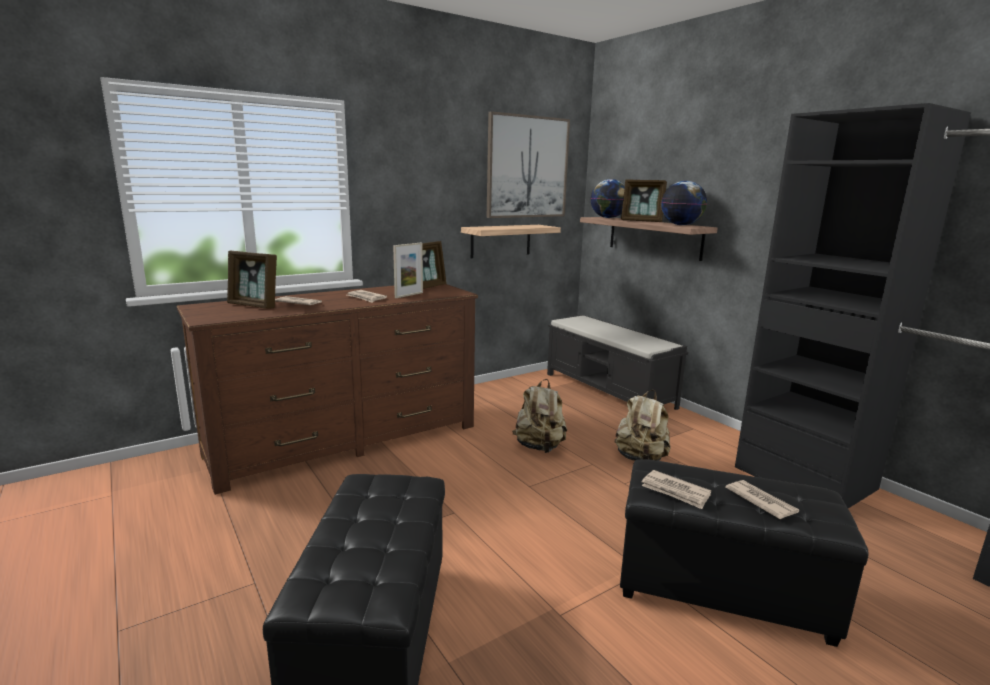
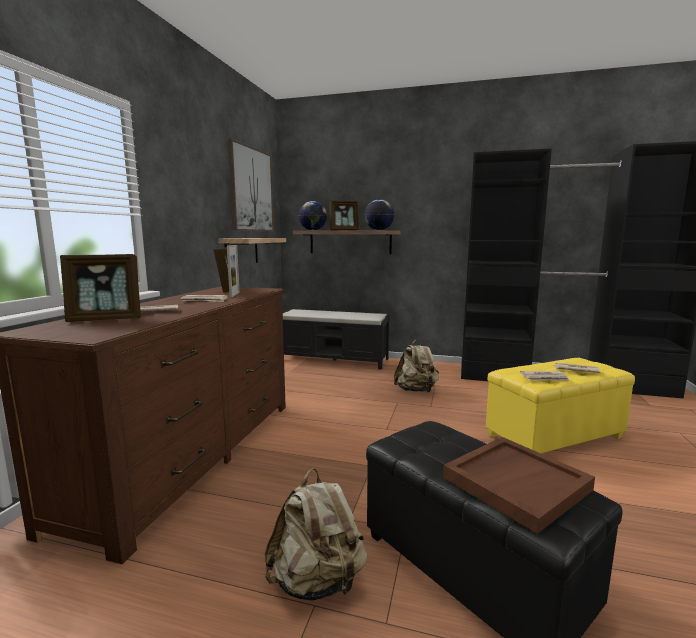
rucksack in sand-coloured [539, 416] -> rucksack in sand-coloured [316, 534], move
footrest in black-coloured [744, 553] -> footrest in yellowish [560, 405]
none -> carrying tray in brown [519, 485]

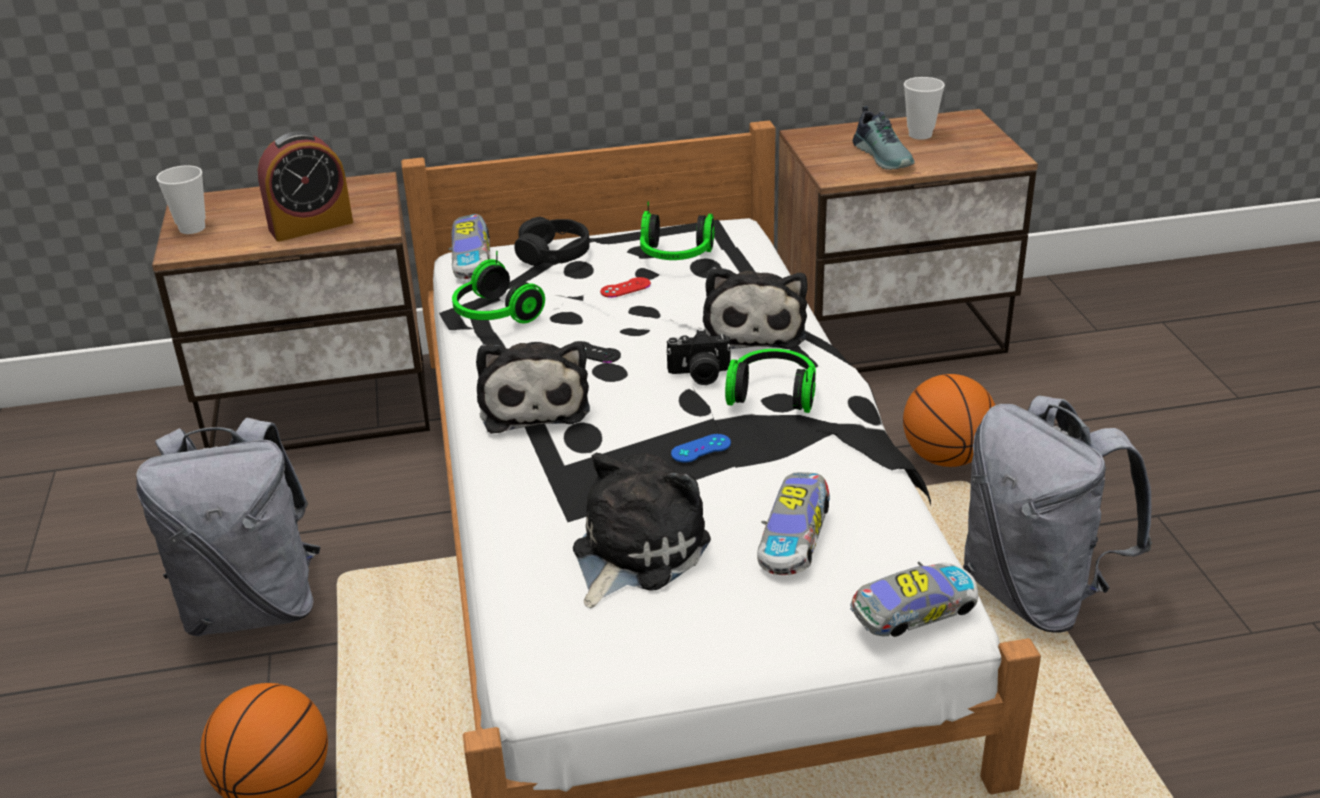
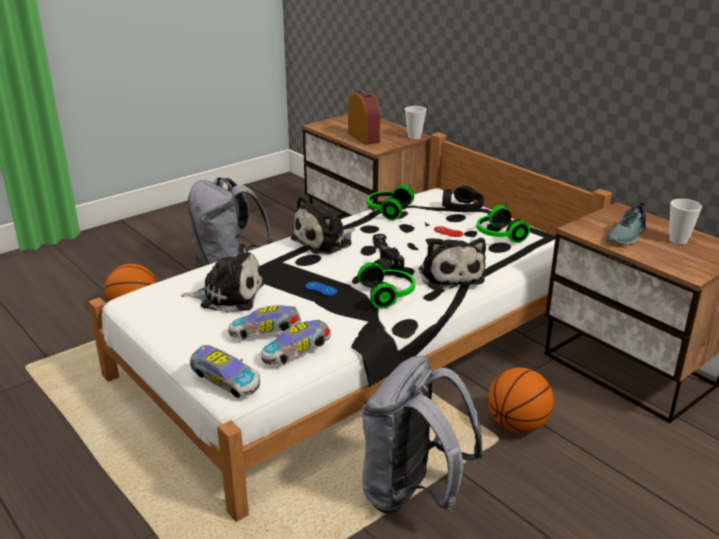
drinking cup [181, 199] -> drinking cup [415, 122], move
bedside clock [305, 186] -> bedside clock [364, 117], 150 degrees counterclockwise
toy car [469, 246] -> toy car [296, 342], move
soft toy [755, 308] -> soft toy [452, 264], 75 degrees counterclockwise

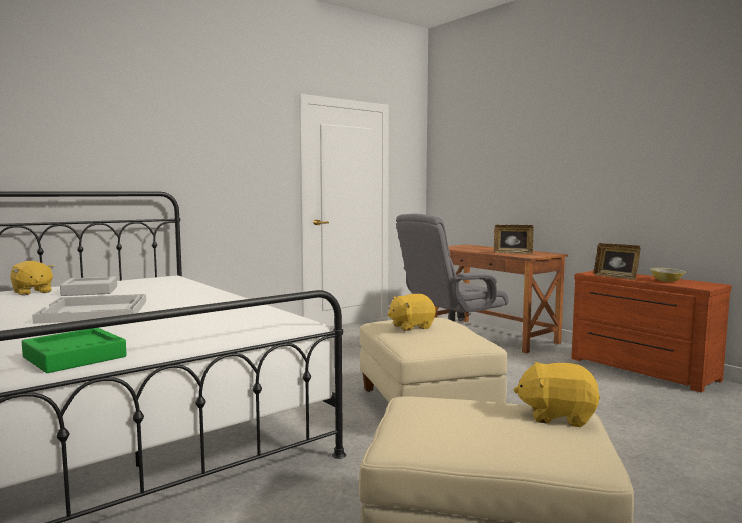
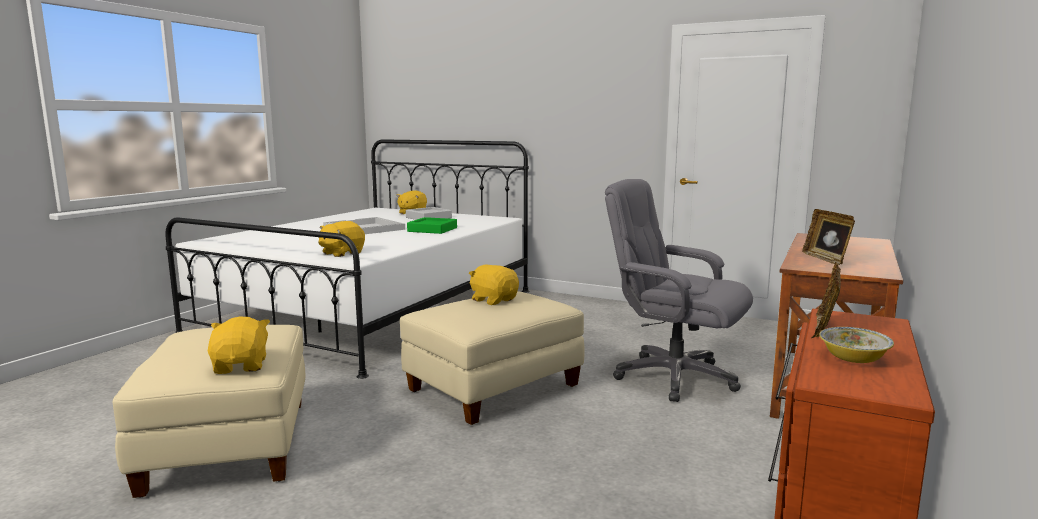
carrying tray in green-coloured [74, 350] -> carrying tray in green-coloured [432, 225], move
none -> soft toy in yellowish [341, 239]

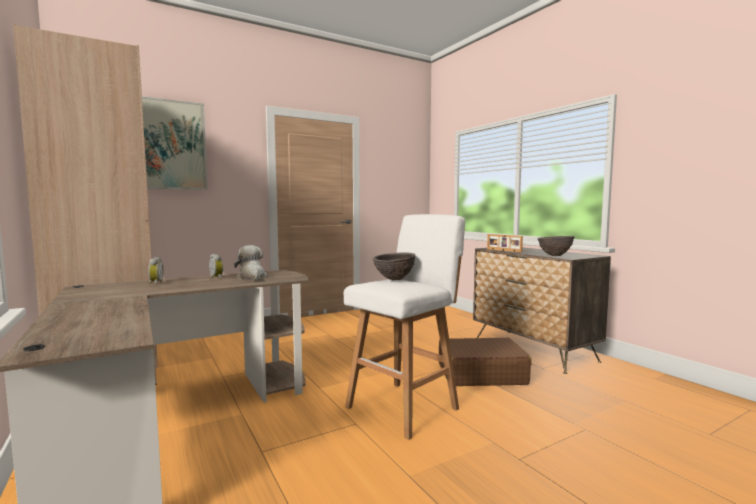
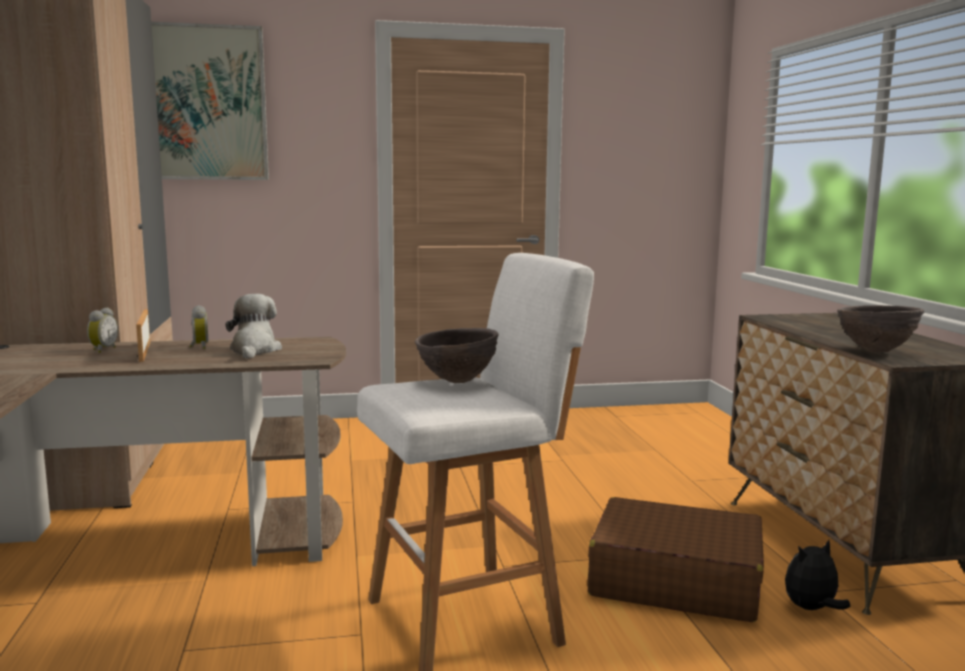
photo frame [505, 243] -> photo frame [143, 336], move
none -> soft toy [818, 575]

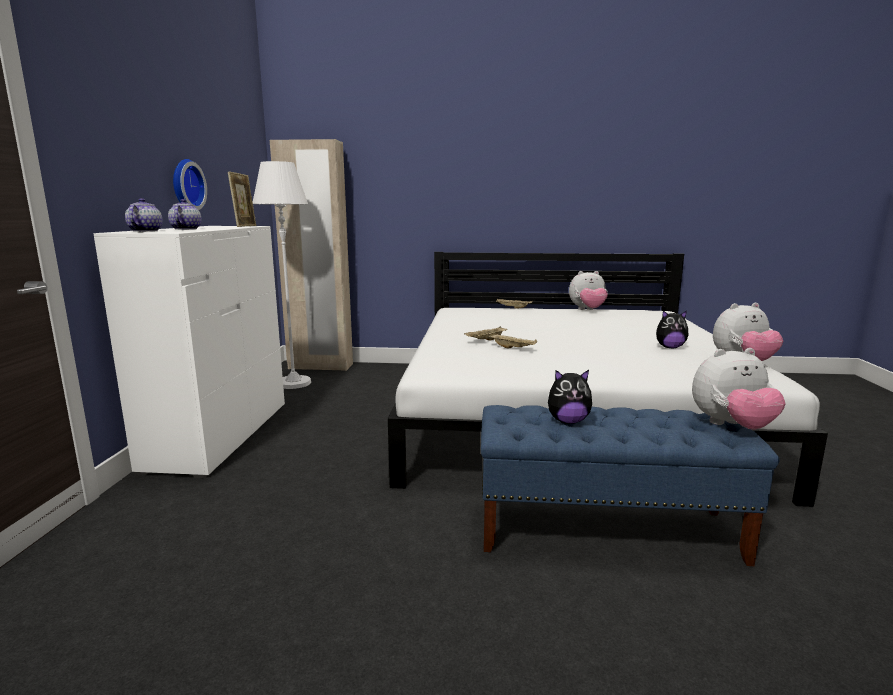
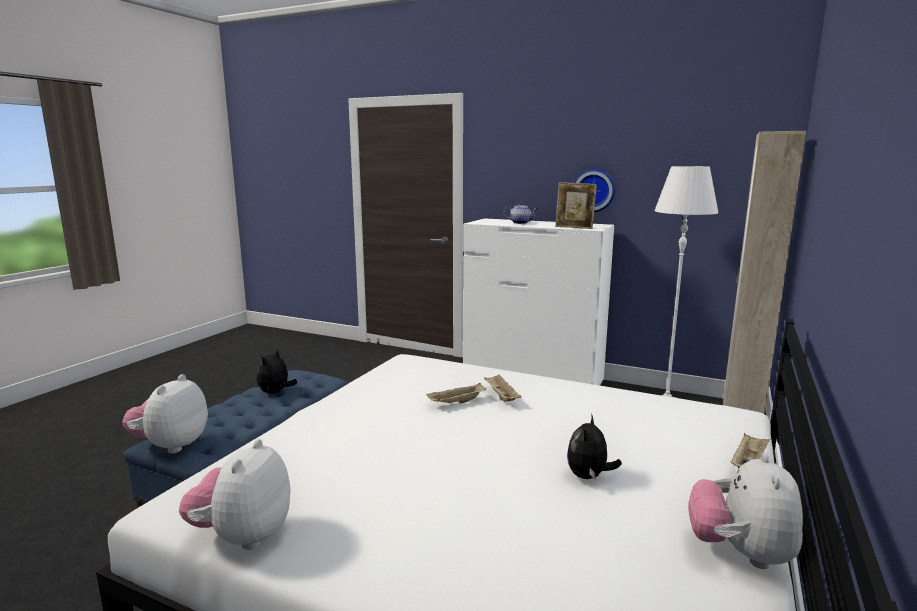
pot for tea [143, 215] -> none
soft toy [672, 329] -> soft toy [594, 448], move

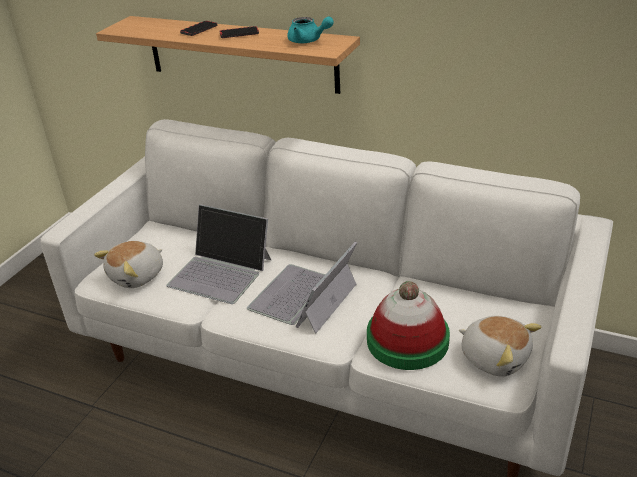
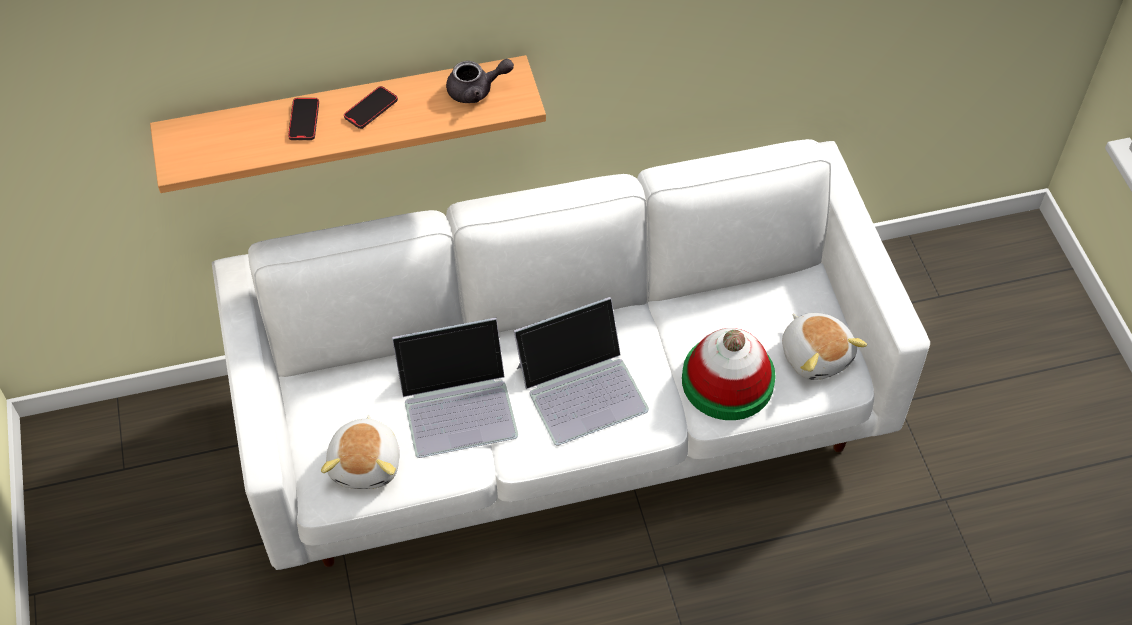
portable computer [302, 288] -> portable computer [581, 371], 105 degrees counterclockwise
pot for tea in turquoise [310, 30] -> pot for tea in grey [480, 81]
soft toy [500, 346] -> soft toy [824, 346], 60 degrees clockwise

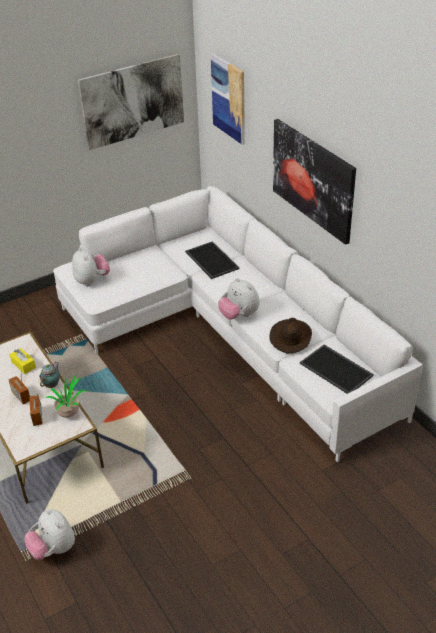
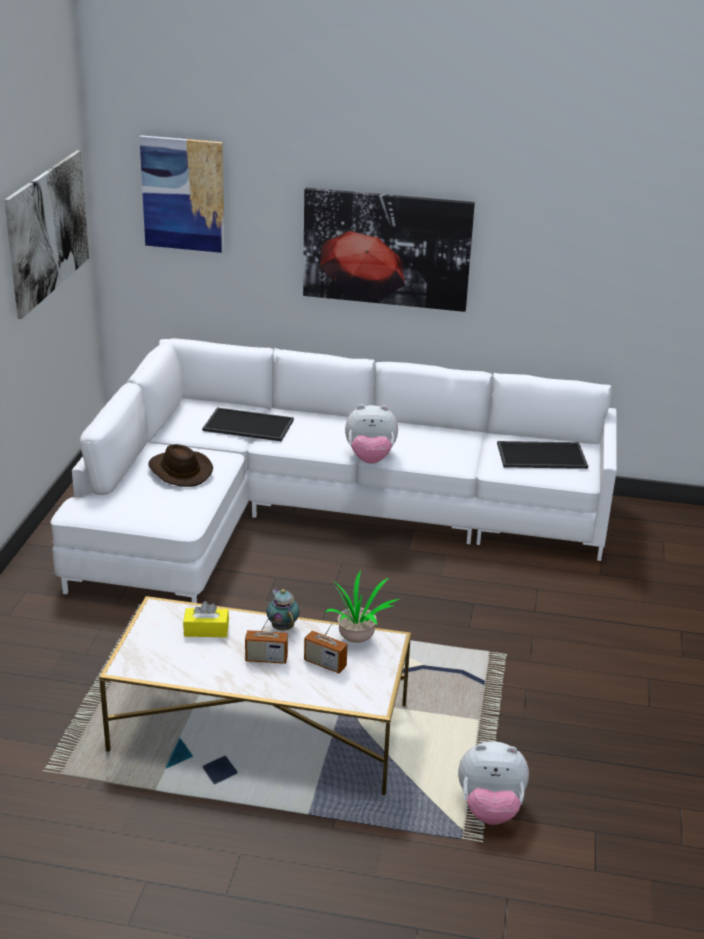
soft toy [91, 267] -> none
clothing hat in brown [290, 335] -> clothing hat in brown [180, 465], move

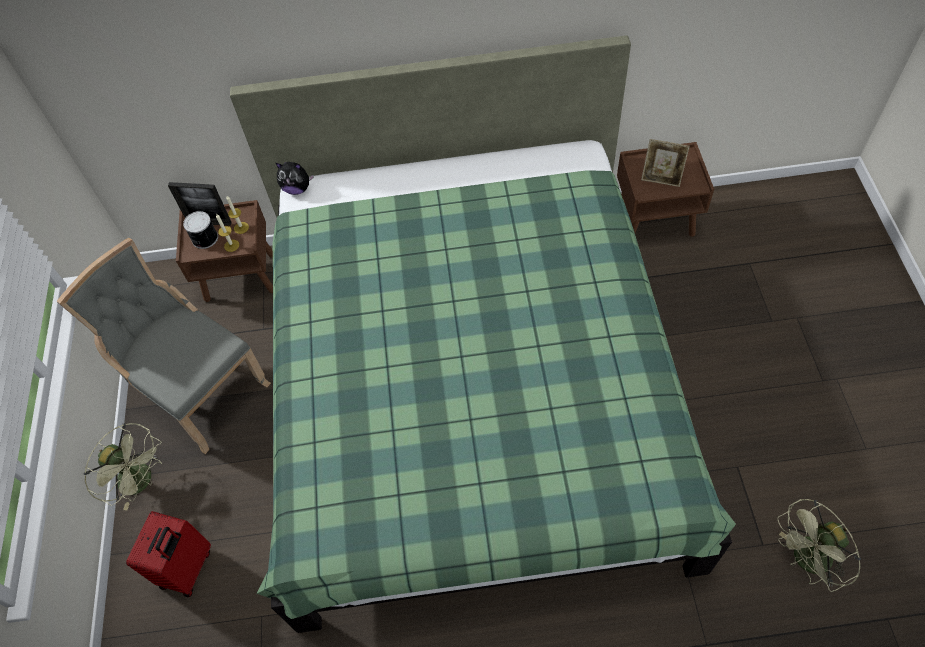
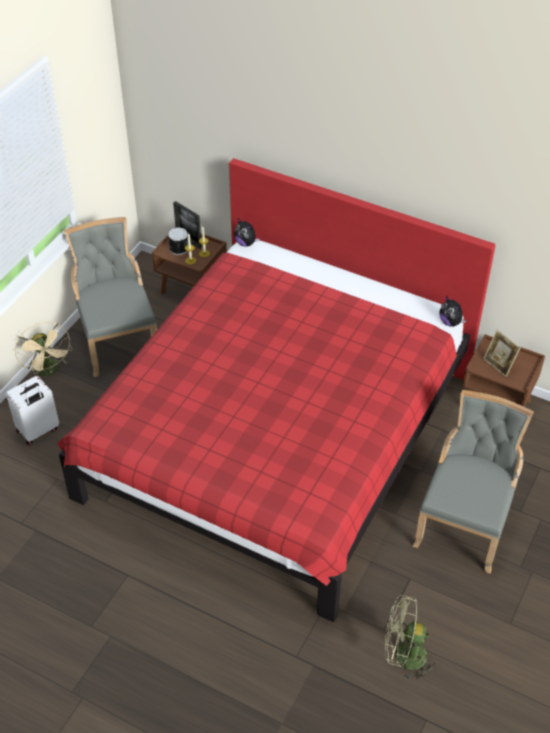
electric fan in green-coloured [123, 466] -> electric fan in sand-coloured [43, 350]
travel case in reddish [168, 554] -> travel case in white-coloured [32, 410]
bed in green-coloured [483, 334] -> bed in reddish [276, 390]
none -> upright chair in grey [473, 482]
none -> soft toy [452, 311]

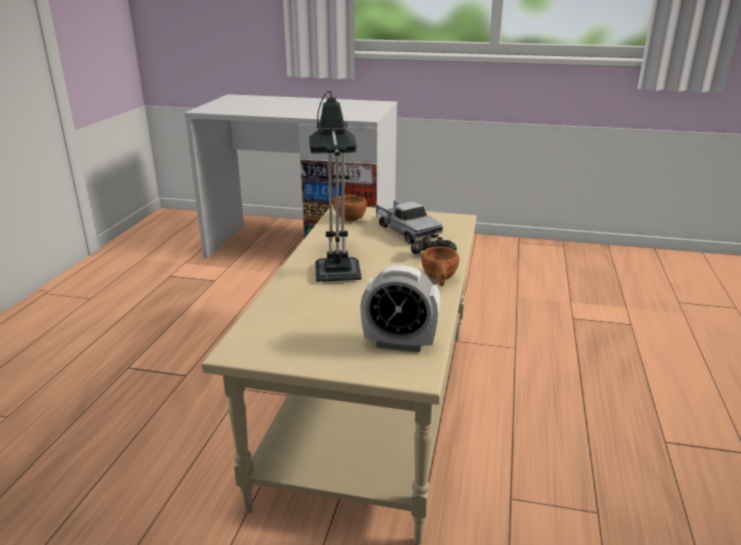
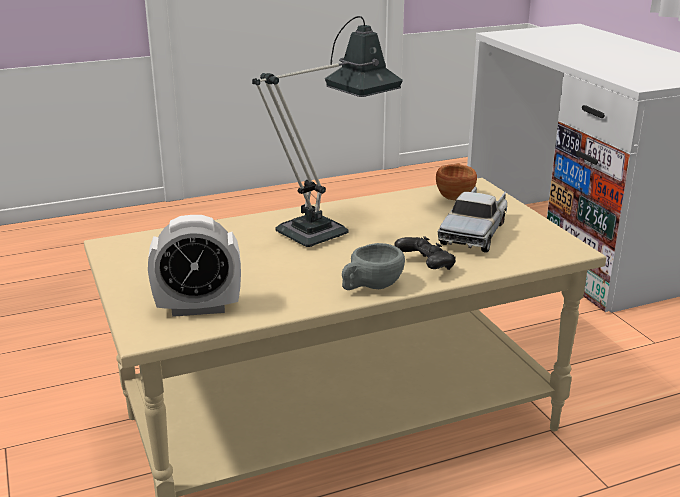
bedside clock [400, 308] -> bedside clock [194, 266], 75 degrees counterclockwise
drinking cup in brown [440, 266] -> drinking cup in grey [373, 266]

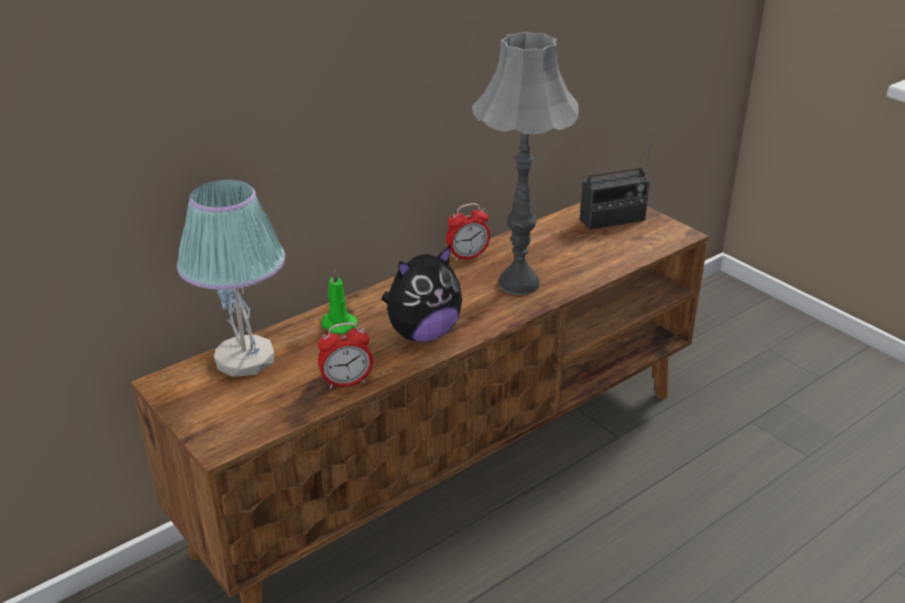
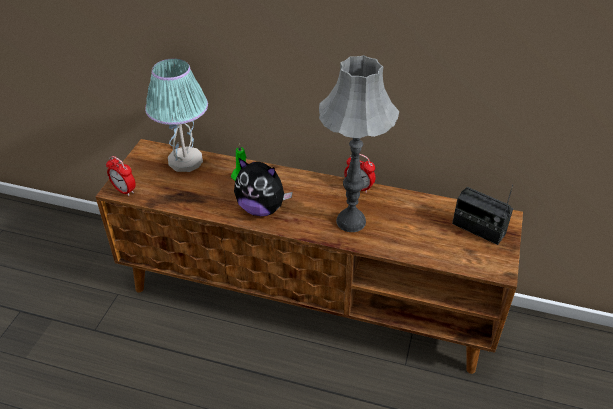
bedside clock [345, 355] -> bedside clock [121, 176], move

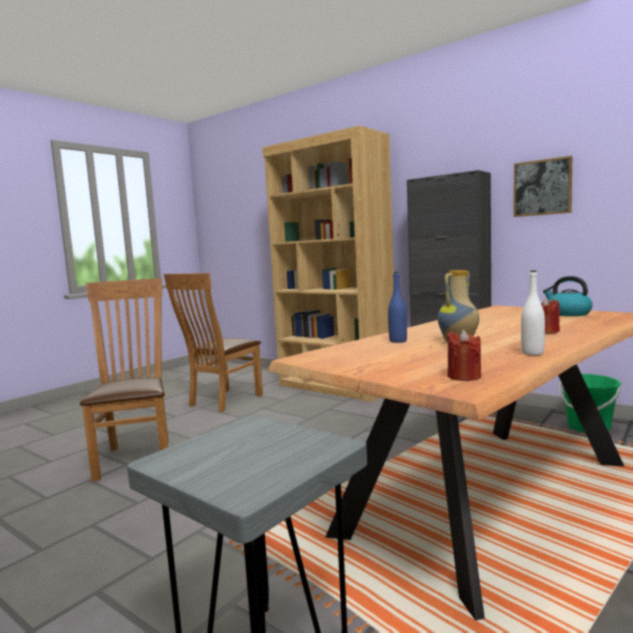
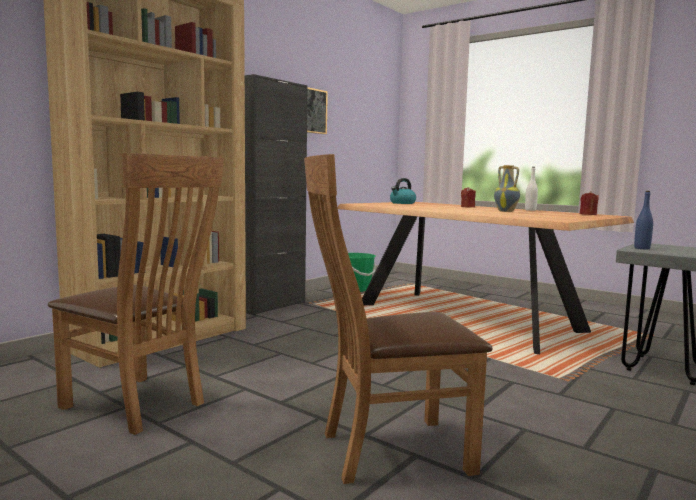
beverage bottle in blue [397, 307] -> beverage bottle in blue [643, 220], move

